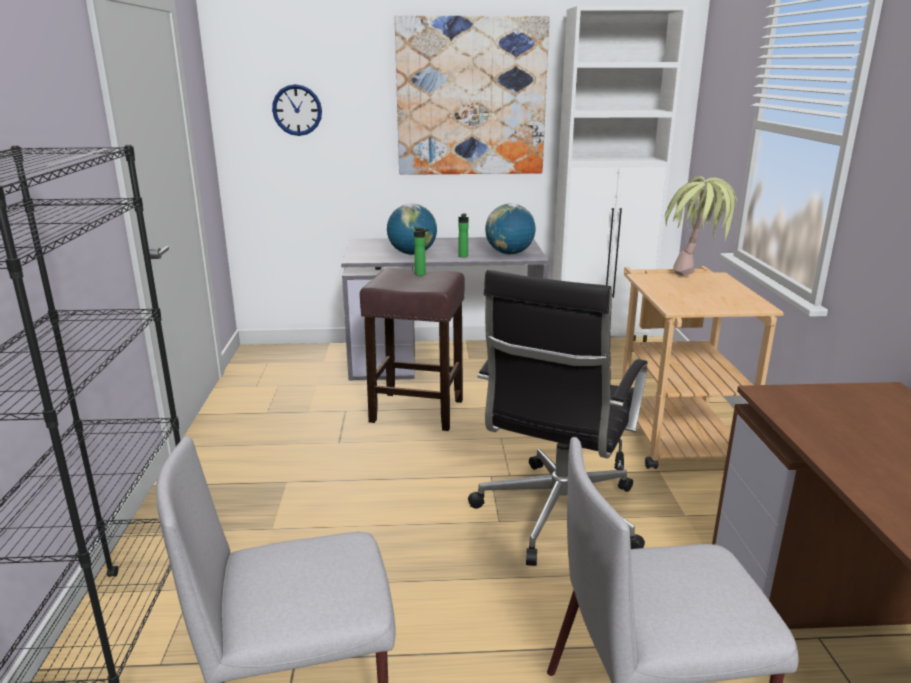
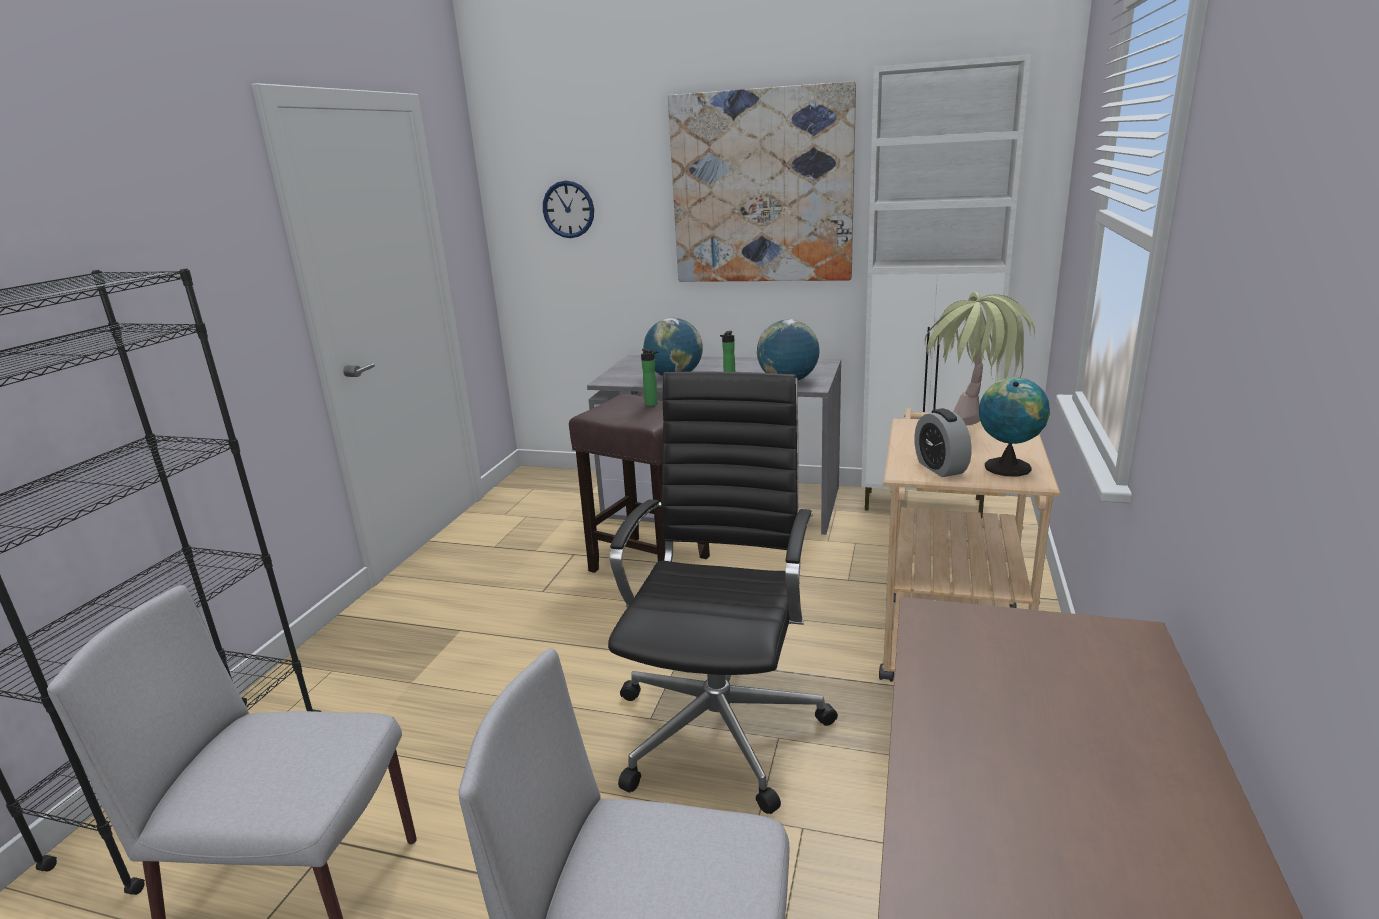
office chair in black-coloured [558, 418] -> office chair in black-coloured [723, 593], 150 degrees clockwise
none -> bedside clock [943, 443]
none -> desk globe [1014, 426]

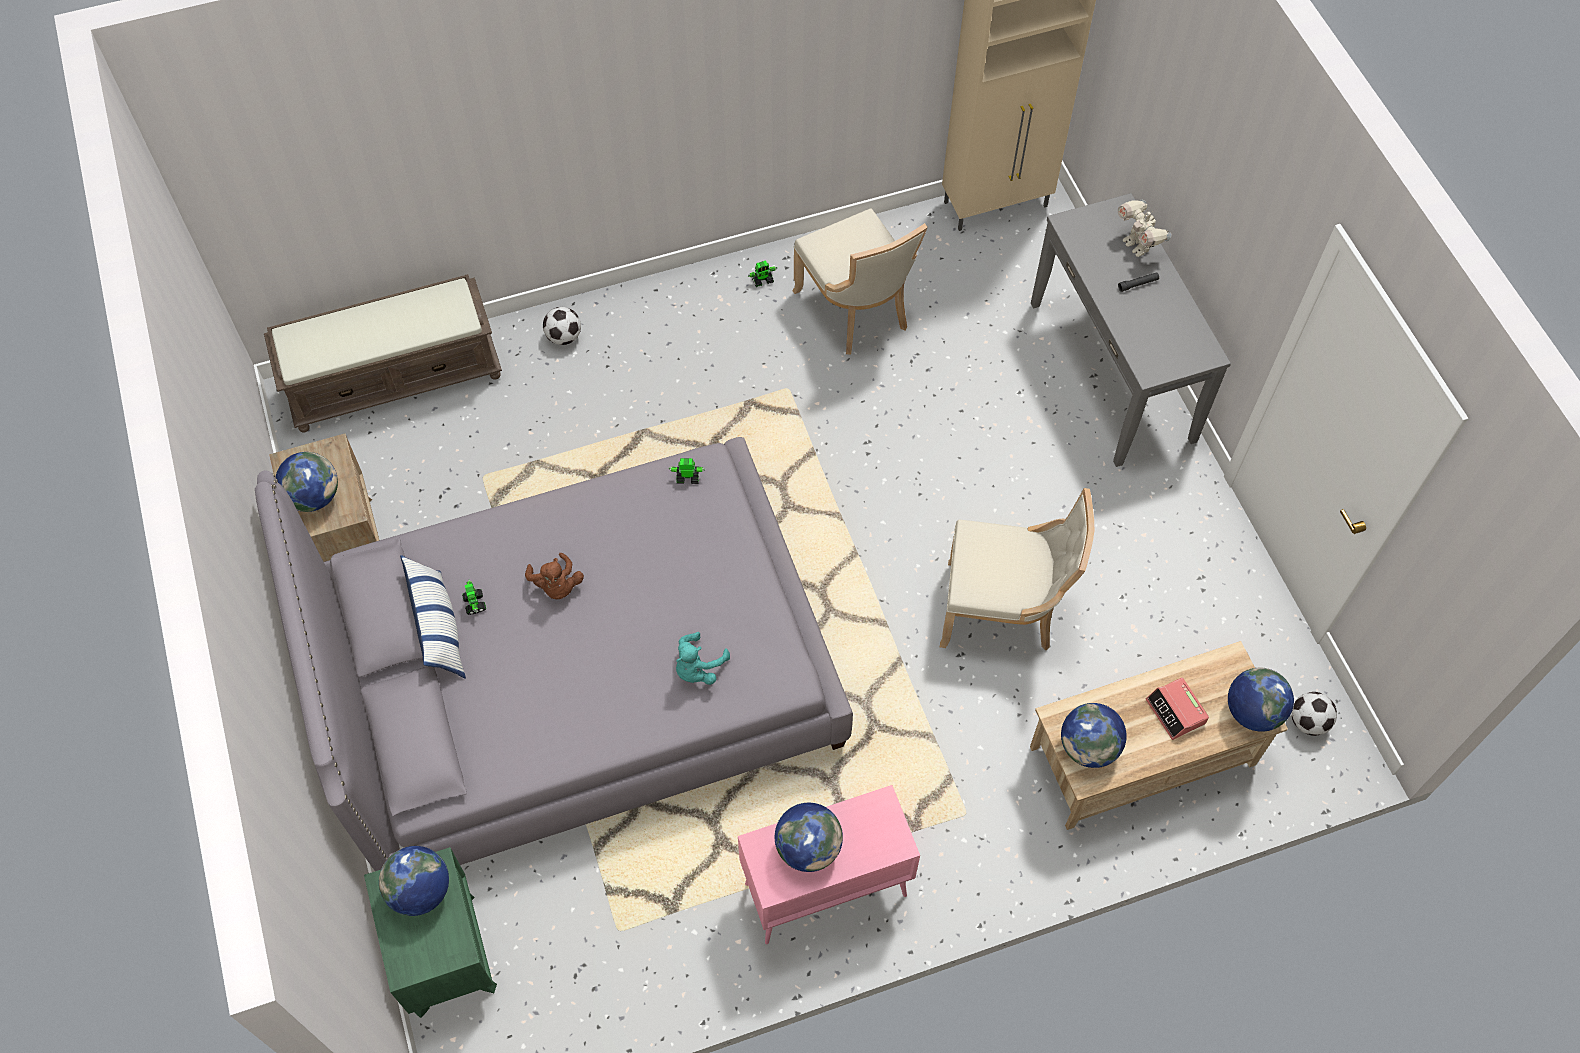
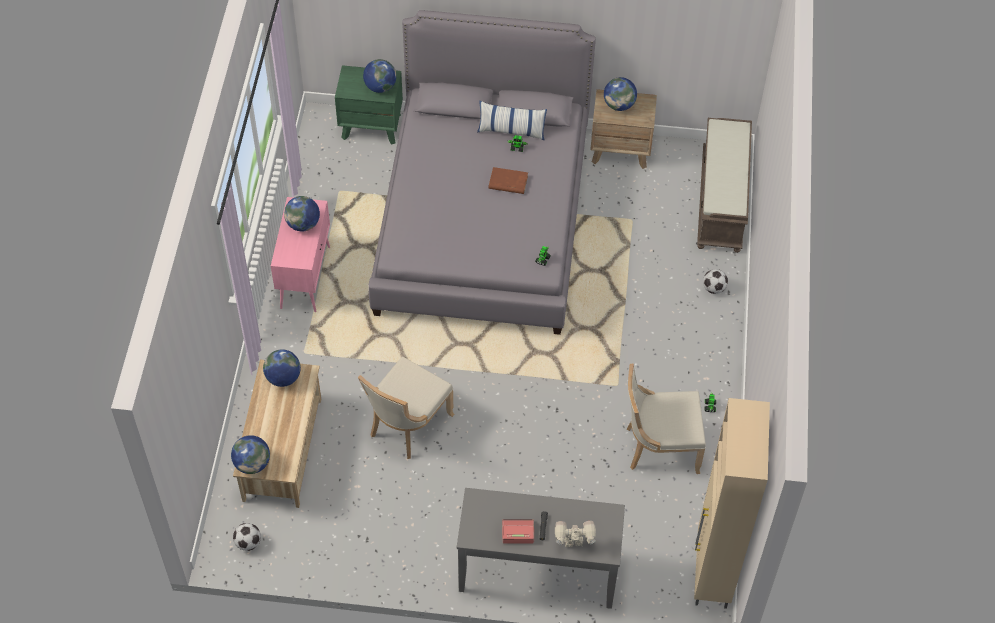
soft toy in brown [554, 576] -> volume in brown [508, 180]
soft toy in turquoise [703, 658] -> none
bedside clock [1177, 709] -> bedside clock [518, 531], move

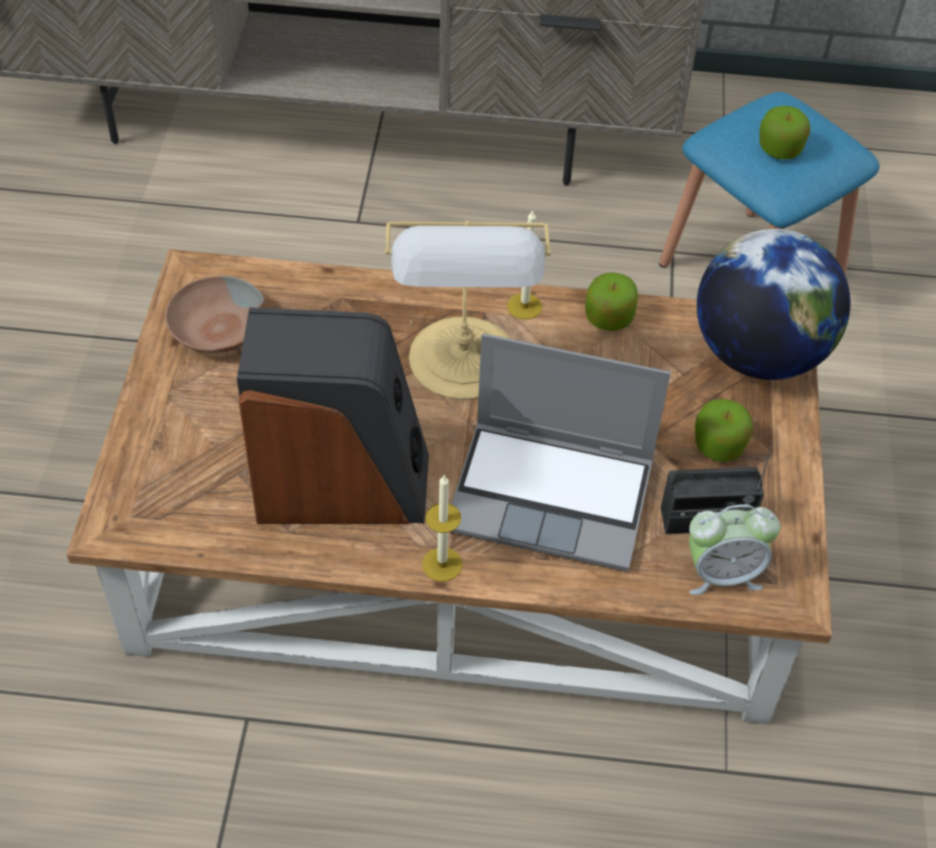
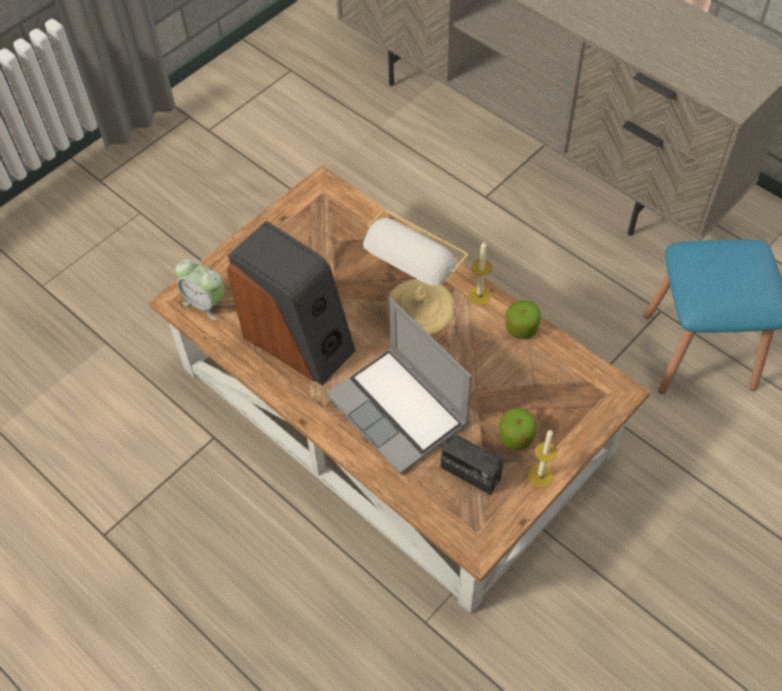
serving bowl in brown [214, 314] -> none
candle [442, 528] -> candle [542, 459], move
bedside clock [734, 550] -> bedside clock [200, 289], move
desk globe [773, 304] -> none
whole apple [784, 133] -> none

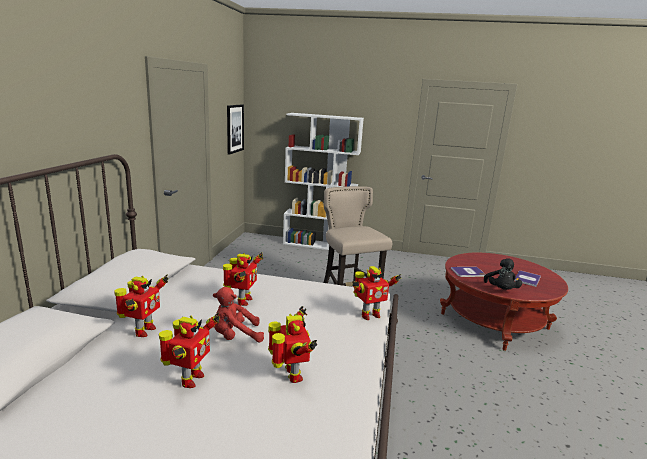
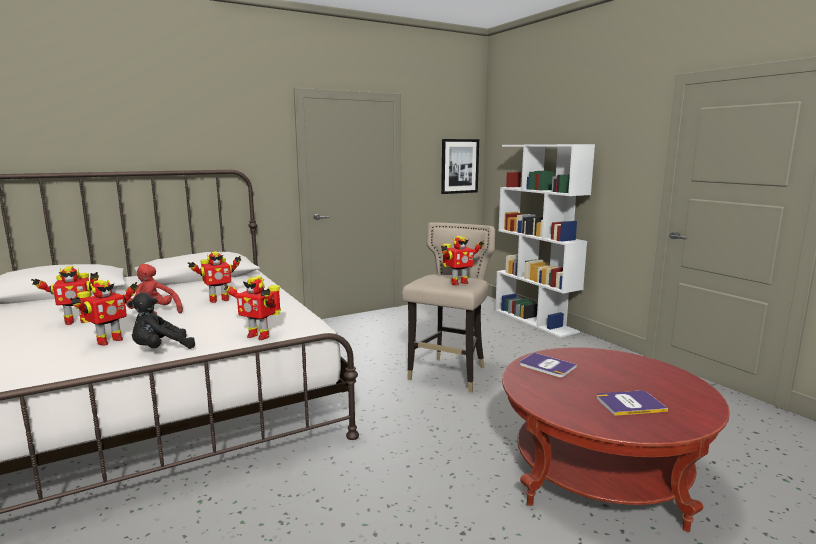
toy robot [141, 305] -> toy robot [462, 261], move
soft toy in black-coloured [503, 274] -> soft toy in black-coloured [161, 321], move

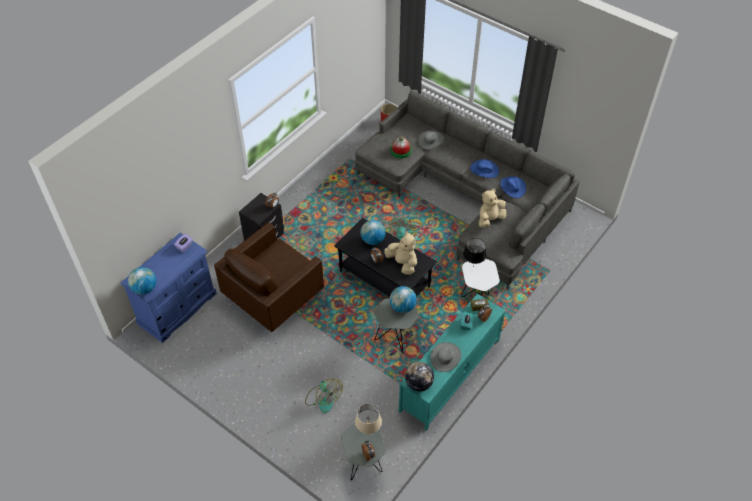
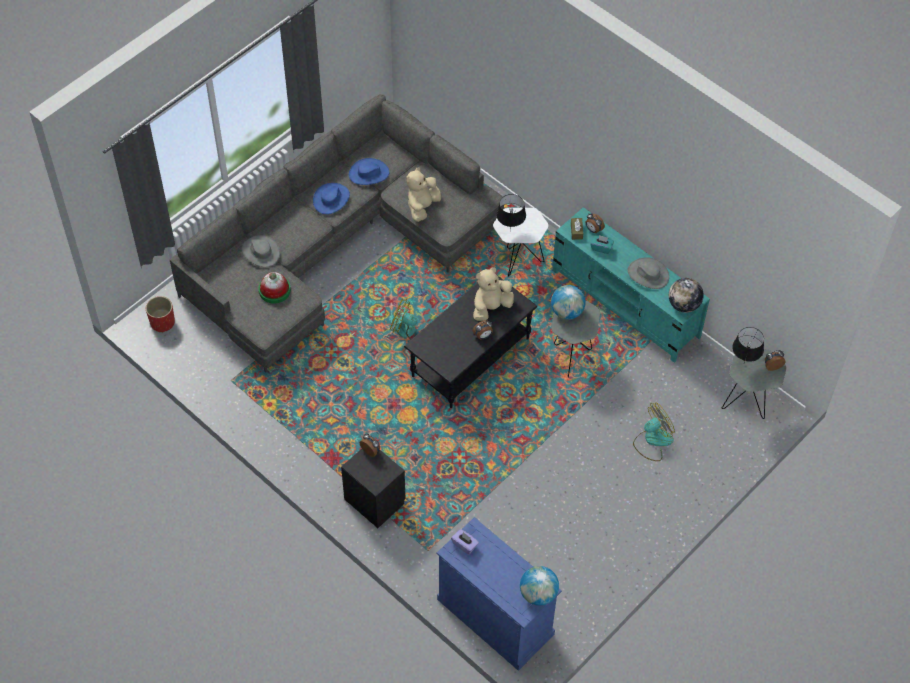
easy chair in brown [269, 277] -> none
lamp for a table in sand-coloured [368, 419] -> lamp for a table in black-coloured [748, 345]
desk globe [373, 232] -> none
soft toy in sand-coloured [492, 208] -> soft toy in sand-coloured [423, 194], 60 degrees clockwise

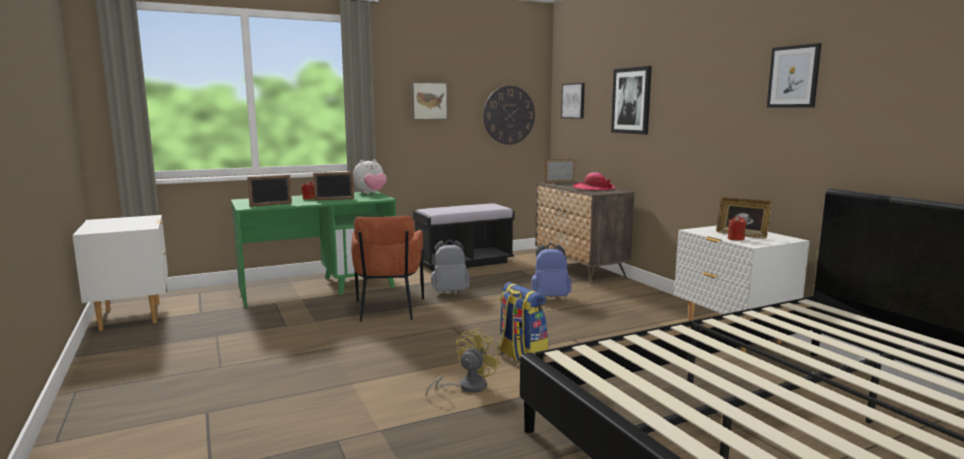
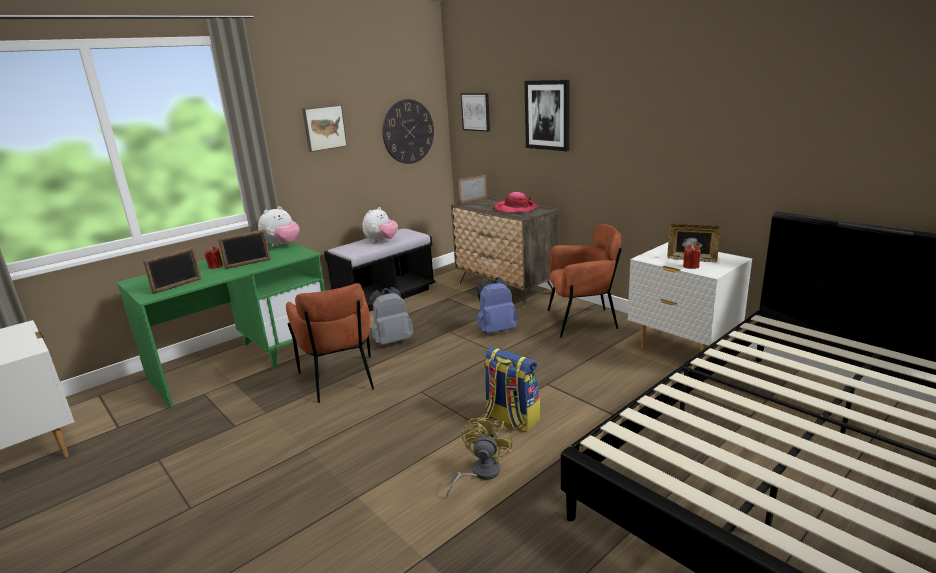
picture [794, 75] -> none
none -> soft toy [380, 224]
none -> easy chair in brown [585, 281]

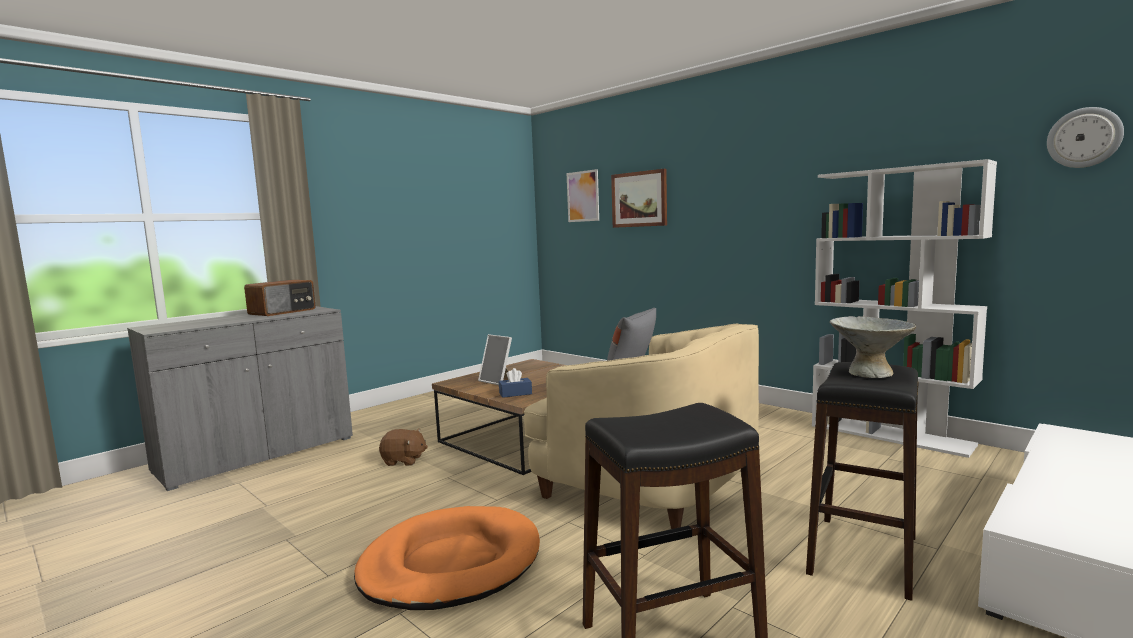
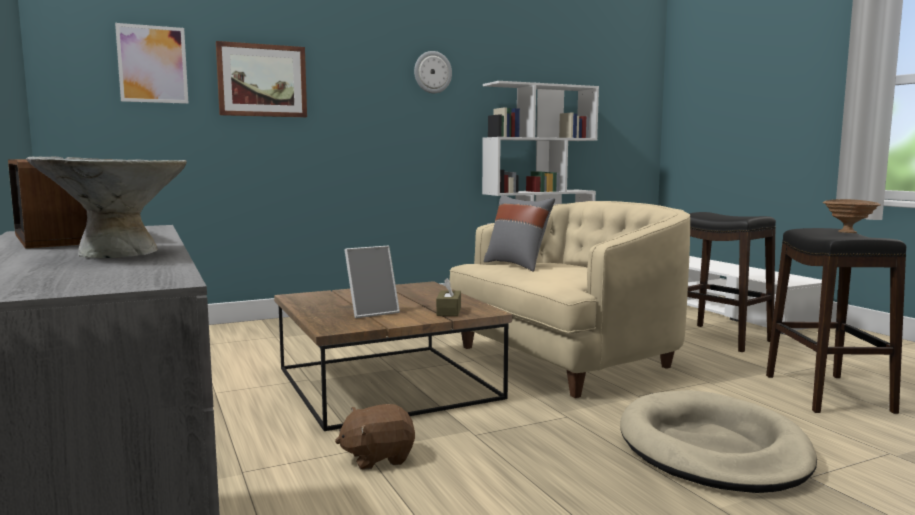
dog cushion in orange-coloured [447, 558] -> dog cushion in sand-coloured [718, 441]
soft toy in brown [403, 447] -> soft toy in brown [375, 437], 135 degrees counterclockwise
tissue holder in blue [515, 383] -> tissue holder in brown [448, 297]
serving bowl in grey [873, 347] -> serving bowl in grey [106, 207], move
clock on the wall [1085, 137] -> clock on the wall [433, 72], move
none -> serving bowl in brown [852, 216]

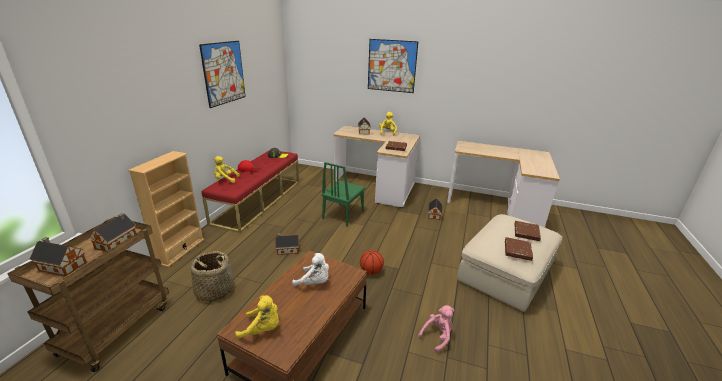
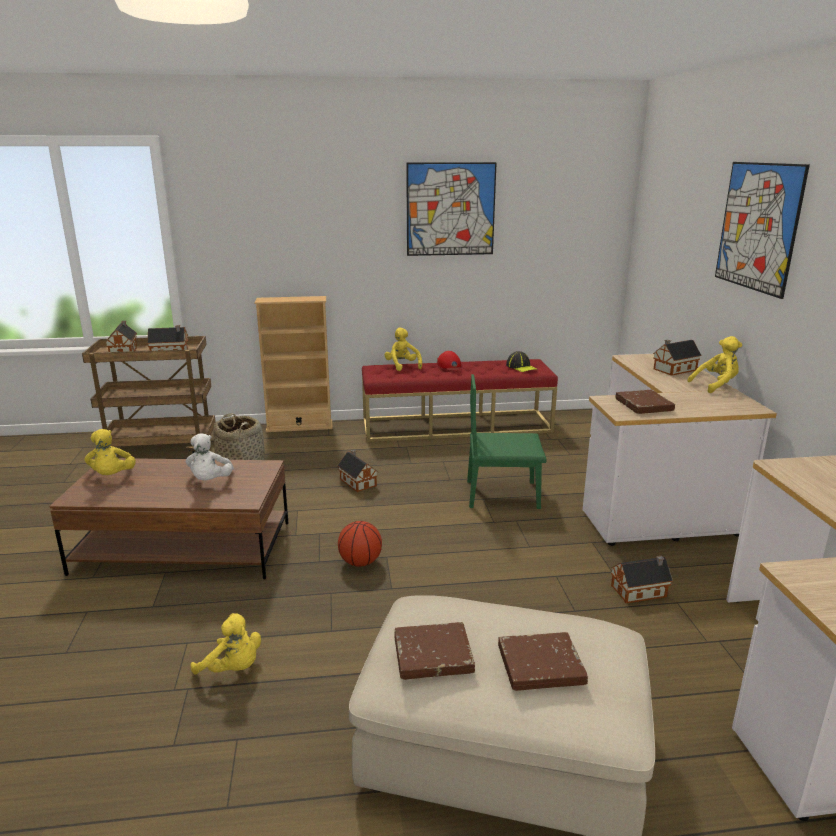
soft toy in pink [436, 329] -> soft toy in yellowish [225, 644]

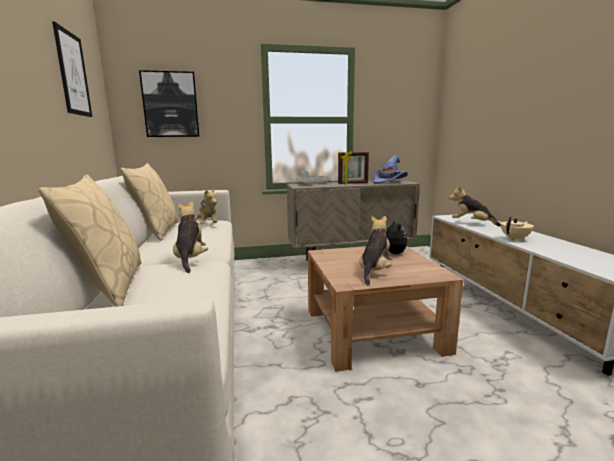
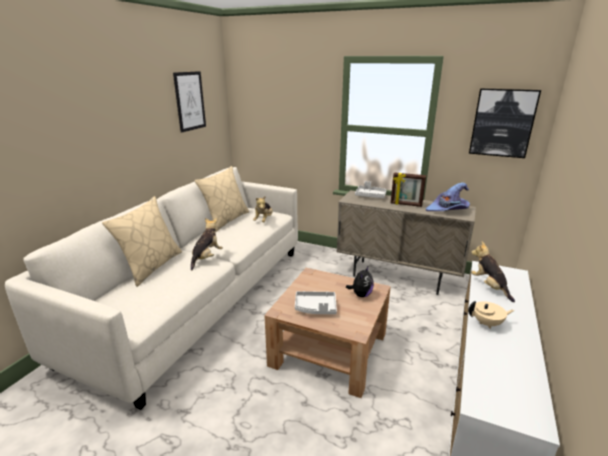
picture [169, 103] -> picture [505, 123], move
soft toy [376, 250] -> carrying tray in grey [316, 302]

